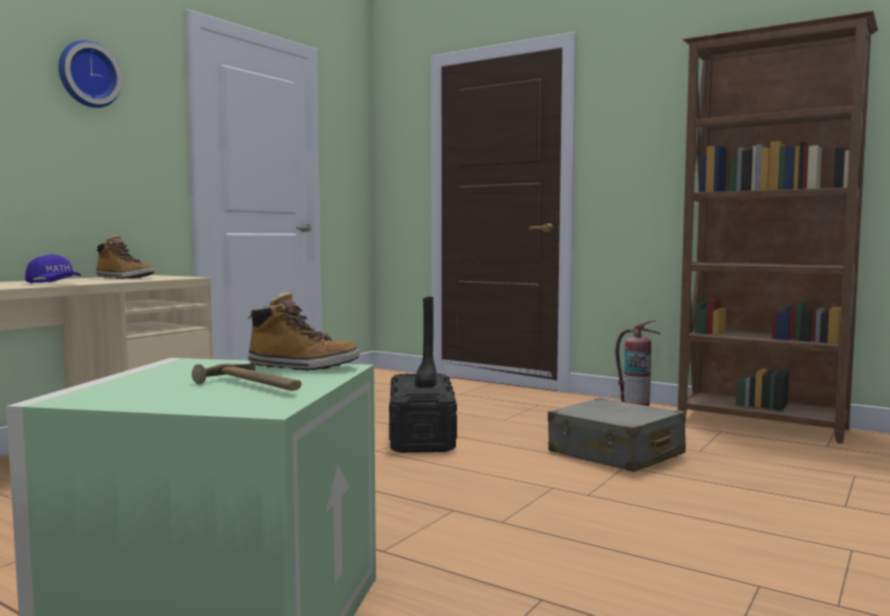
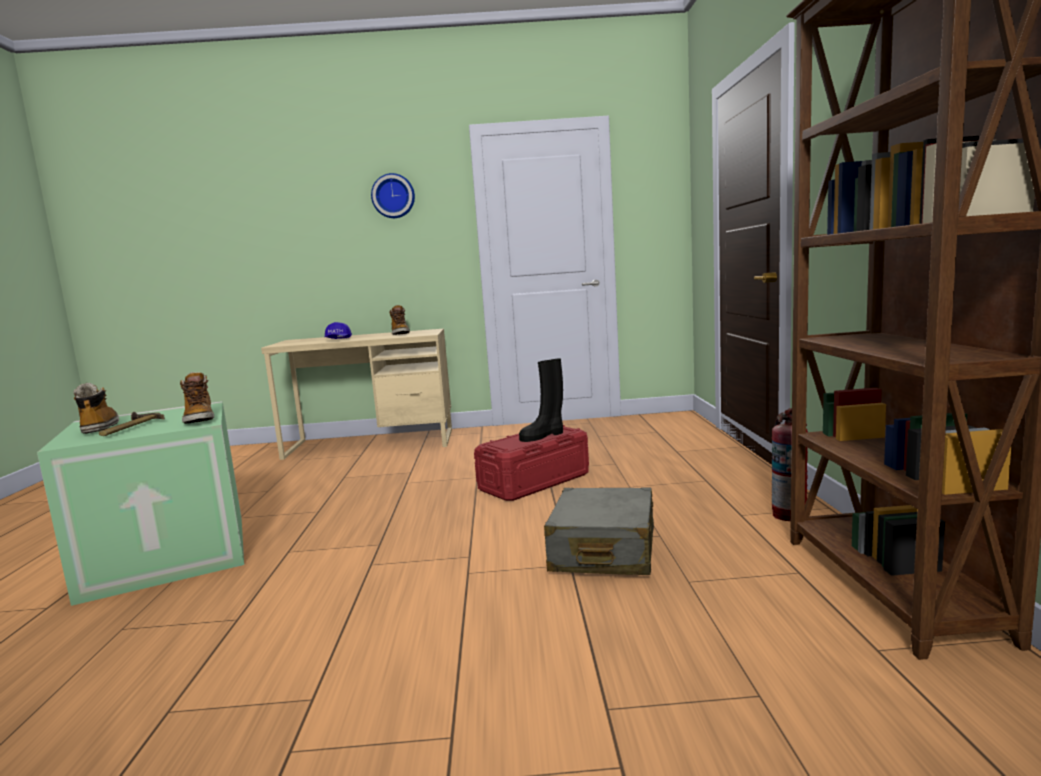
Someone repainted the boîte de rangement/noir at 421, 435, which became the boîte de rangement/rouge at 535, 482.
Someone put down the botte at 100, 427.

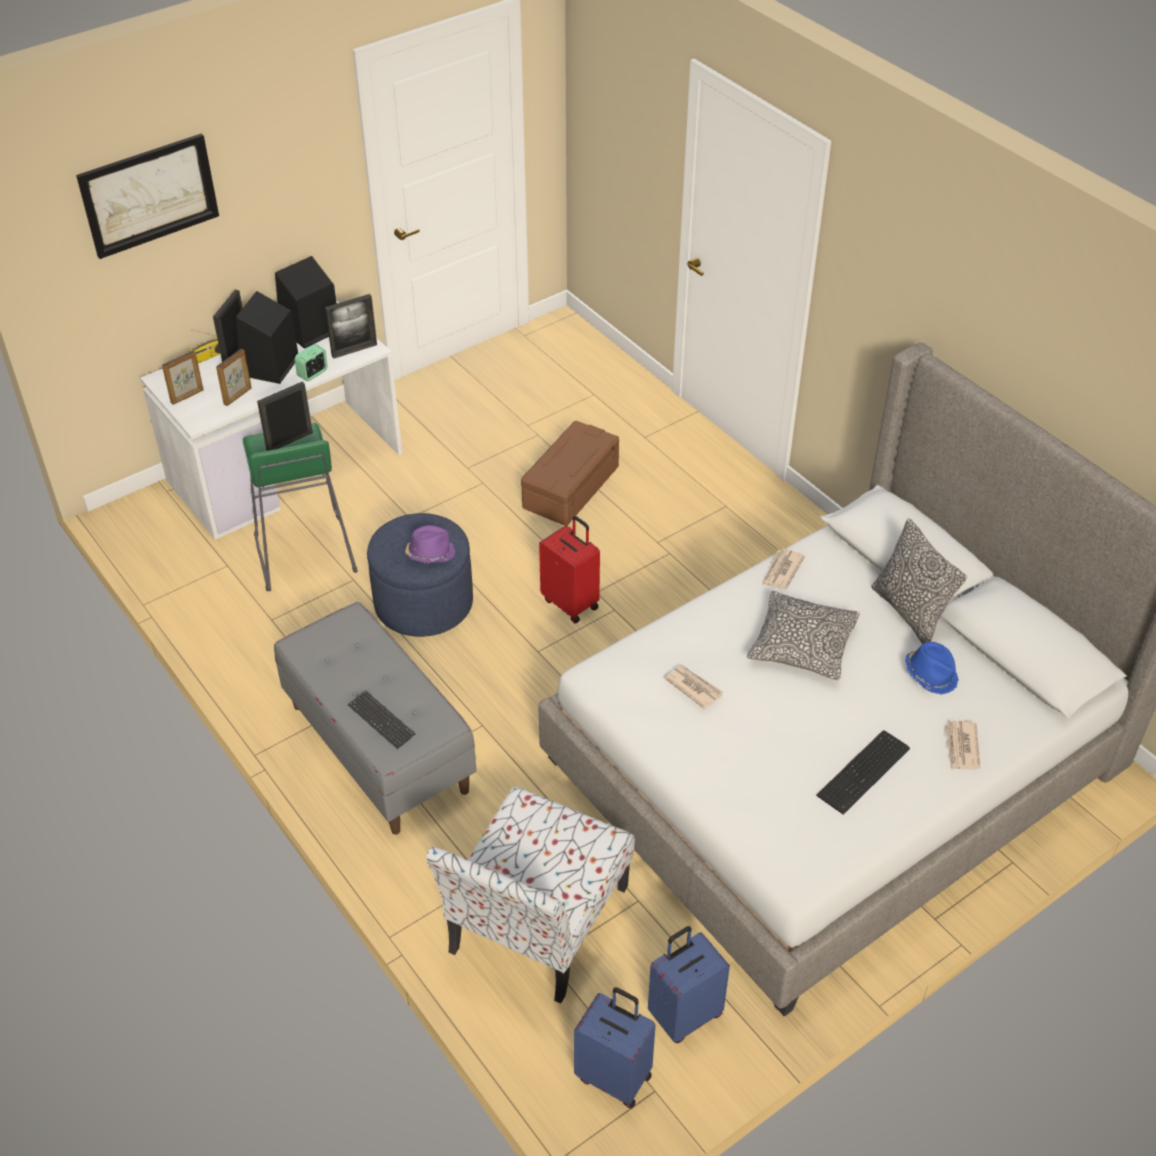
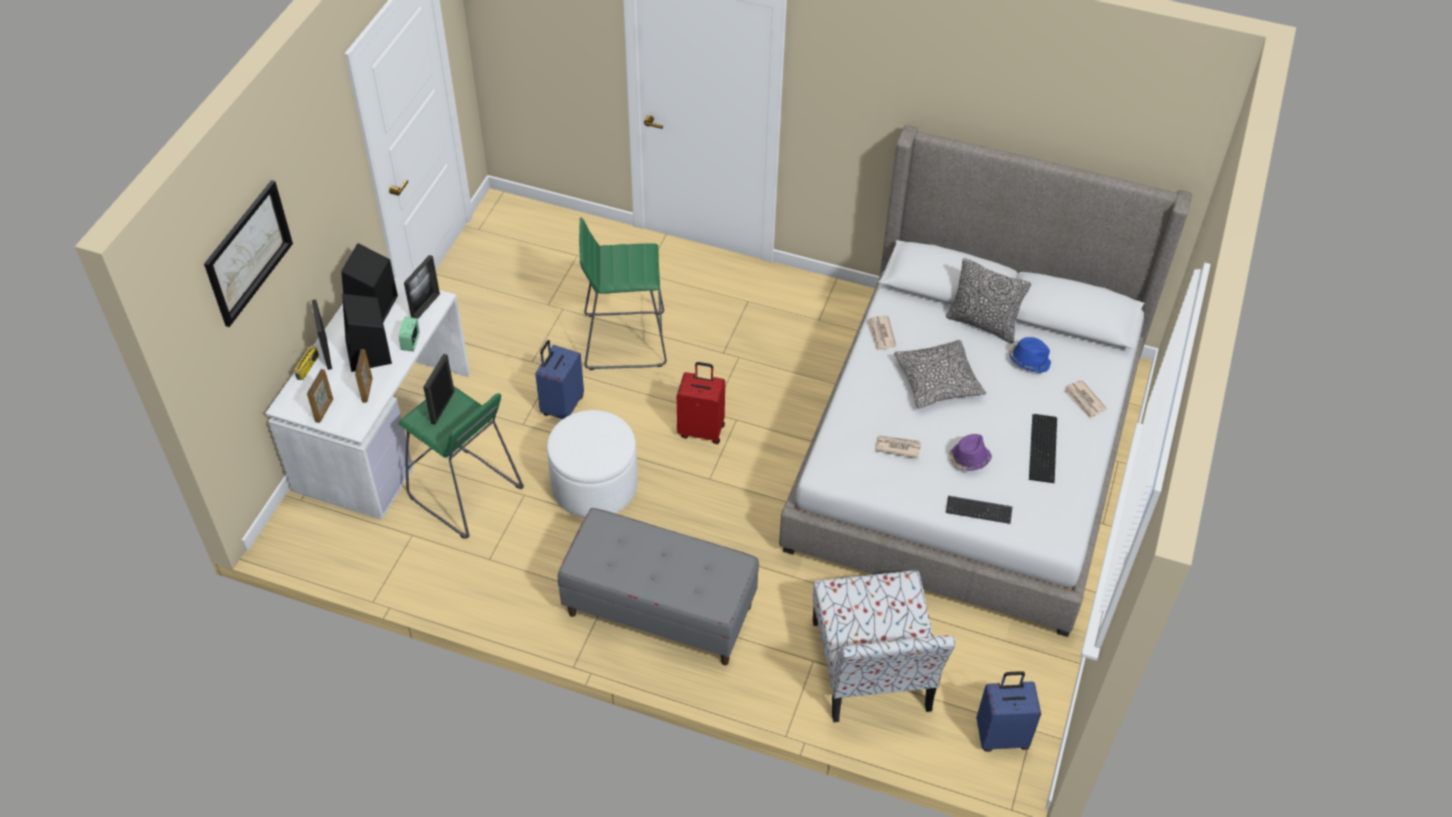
Someone swapped the boîte de rangement/marron at 570, 487 for the tabouret/vert at 623, 340.
Someone repainted the pouf/bleu at 423, 603, which became the pouf/blanc at 594, 485.
Someone carried the chapeau/violet from 430, 553 to 969, 459.
Someone carried the clavier from 381, 720 to 978, 510.
Someone carried the valise/bleu from 684, 1014 to 561, 406.

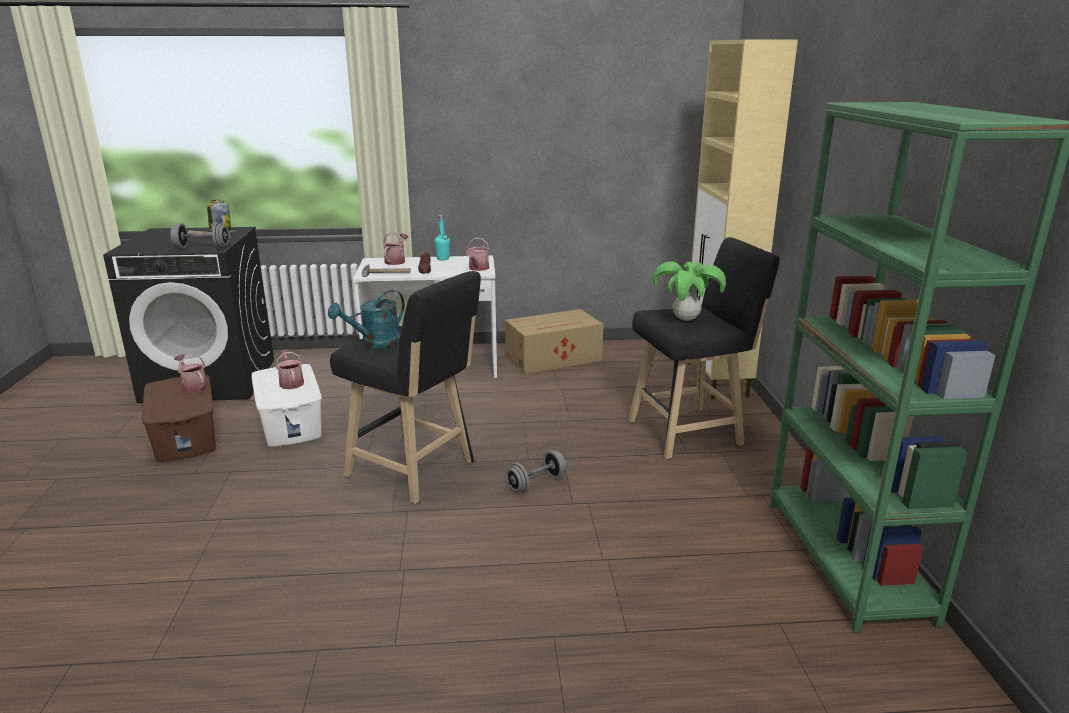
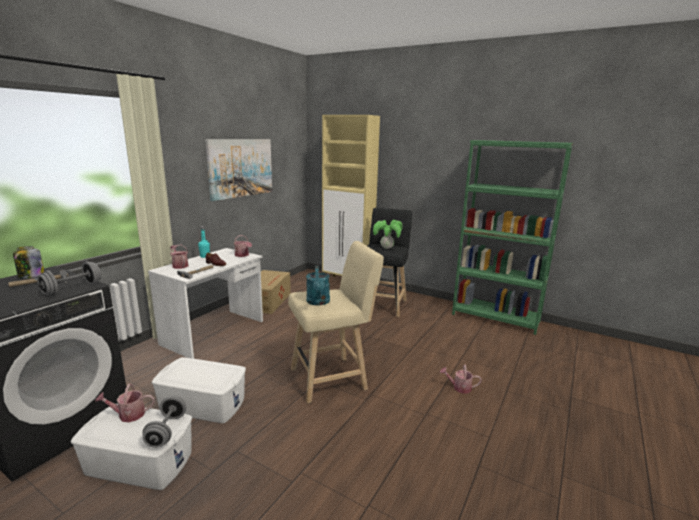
Someone repainted the tabouret/noir at 415, 471, which became the tabouret/beige at 332, 378.
Someone carried the arrosoir from 291, 382 to 459, 388.
Someone repainted the boîte de rangement/marron at 186, 436, which became the boîte de rangement/blanc at 140, 462.
Someone carried the haltère/gris from 536, 483 to 166, 431.
Someone put up the tableau at 241, 168.

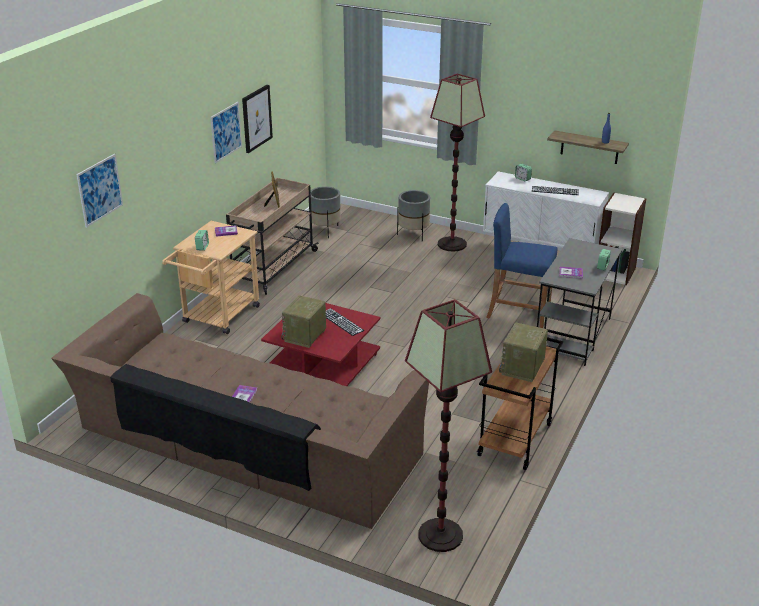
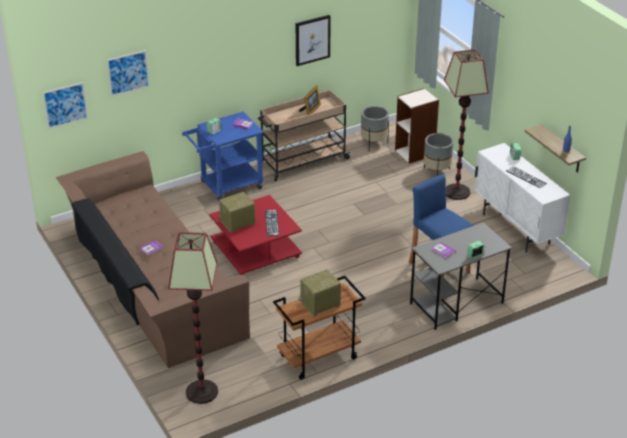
Someone carried the tableau from 226, 132 to 65, 105.
Someone carried the bibliothèque from 615, 272 to 415, 153.
Someone repainted the chariot/beige at 217, 317, which became the chariot/bleu at 226, 186.

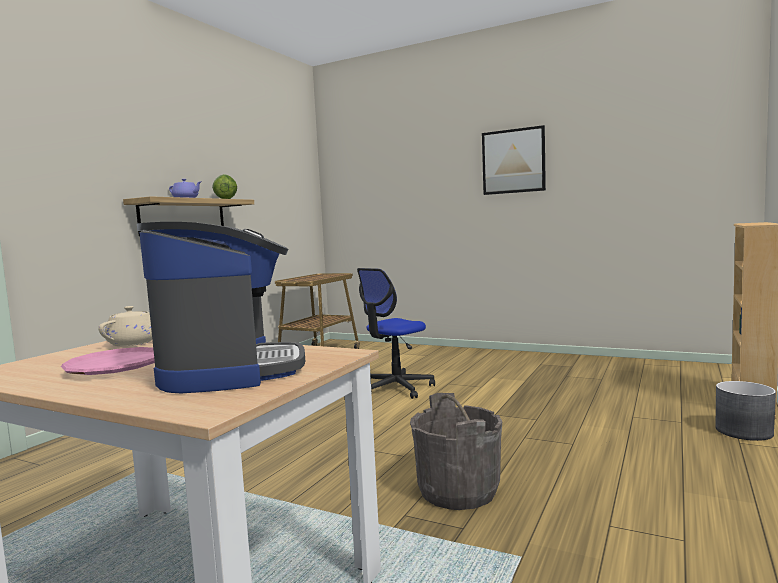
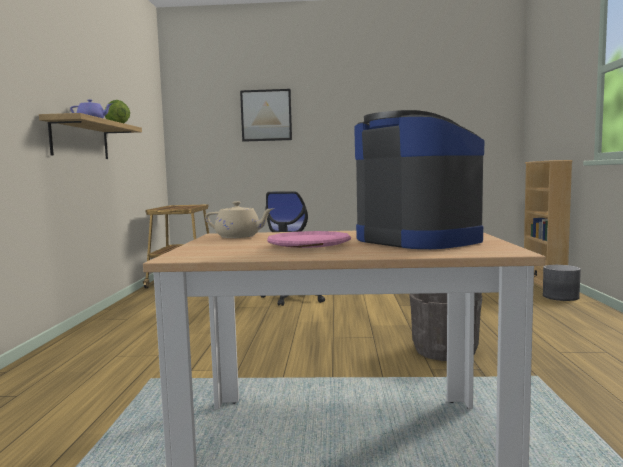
Someone carried the tableau from 513, 161 to 266, 115.
Someone rotated the théière/beige at 134, 343 by 105 degrees clockwise.

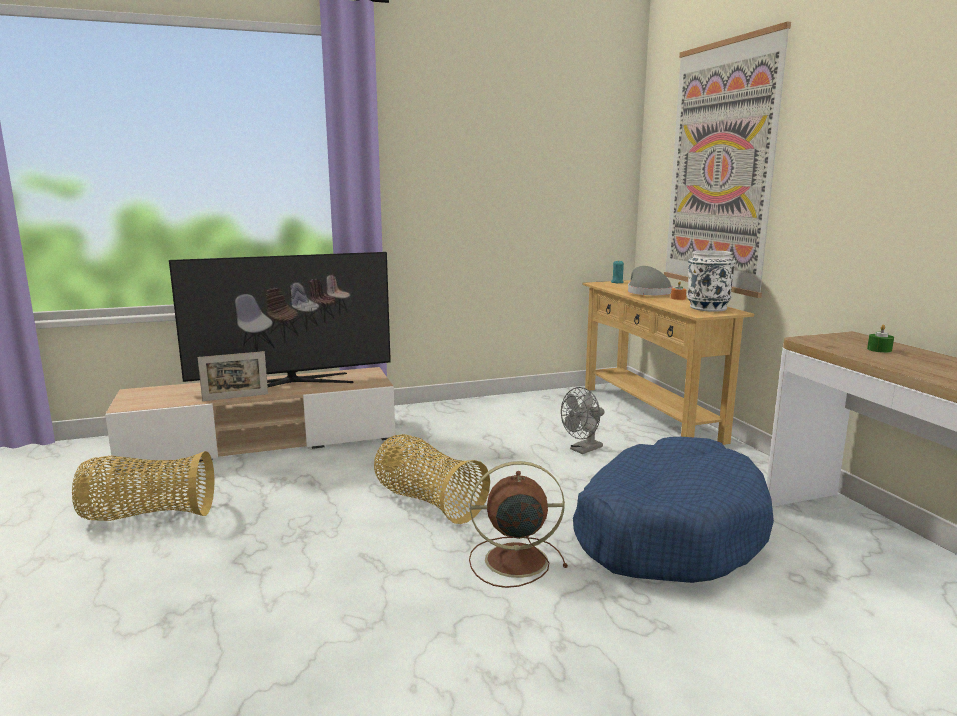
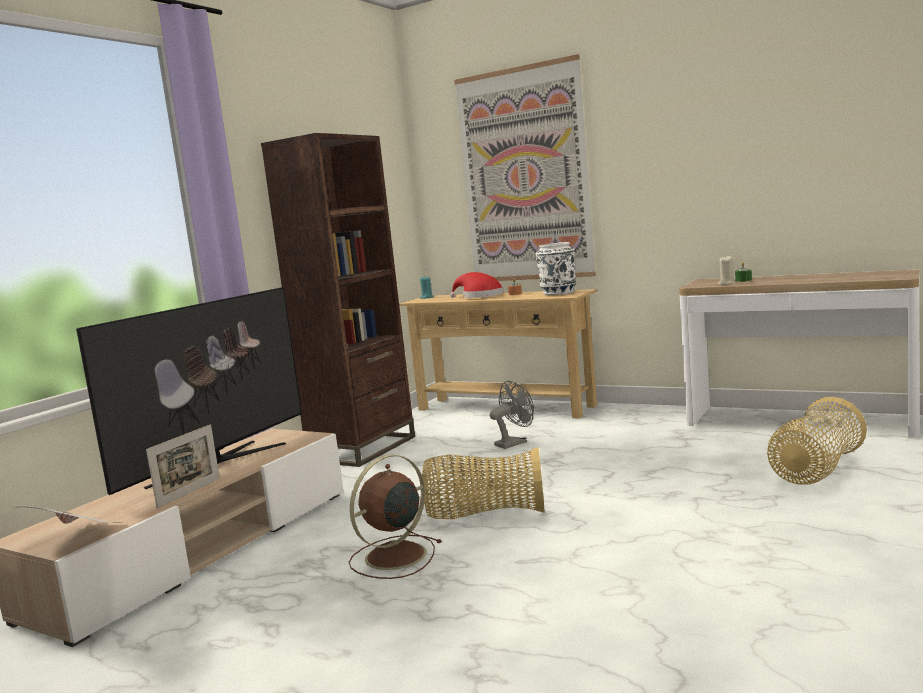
Someone repainted the chapeau/gris at 647, 293, which became the chapeau/rouge at 479, 296.
Someone rotated the ventilateur/gris at 583, 450 by 135 degrees counterclockwise.
Someone took away the panier pour chien/bleu at 667, 531.
Someone carried the panier from 147, 515 to 815, 471.
Someone carried the ventilateur/marron from 513, 560 to 393, 557.
Someone put down the bibliothèque/marron at 362, 449.
Someone put down the bougie/beige at 726, 284.
Someone put down the journal at 75, 538.

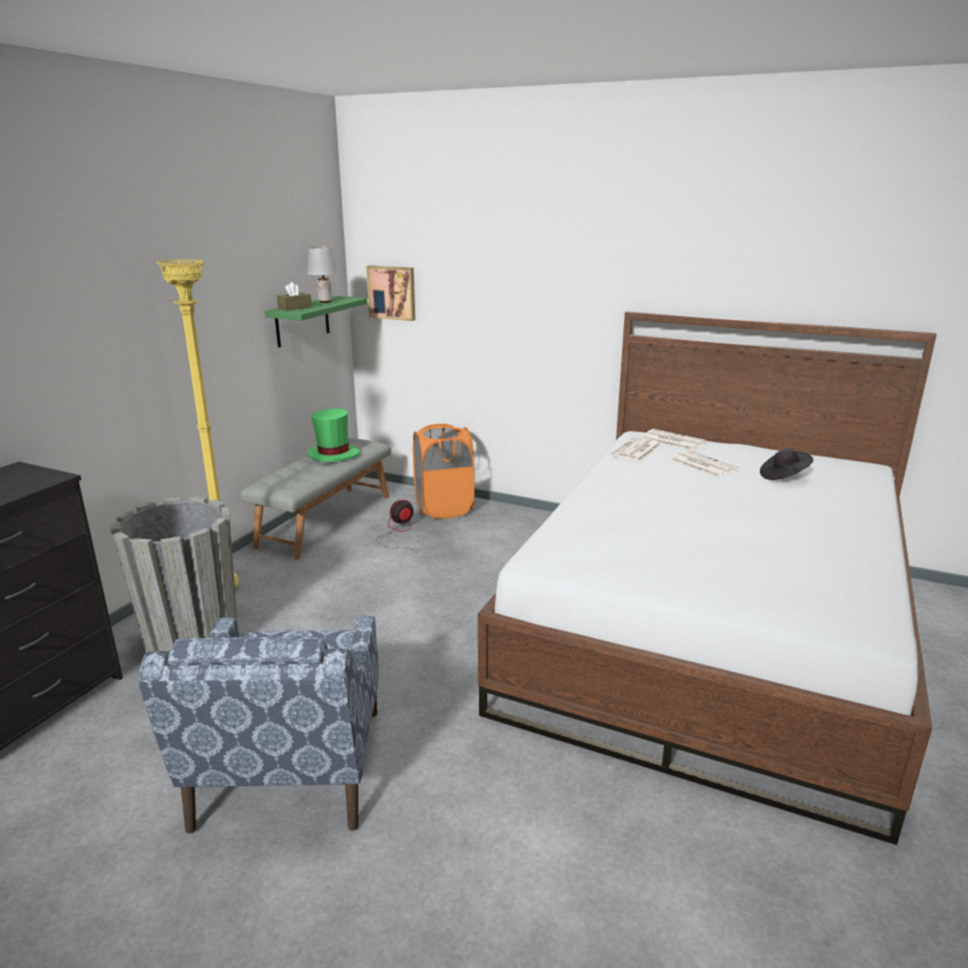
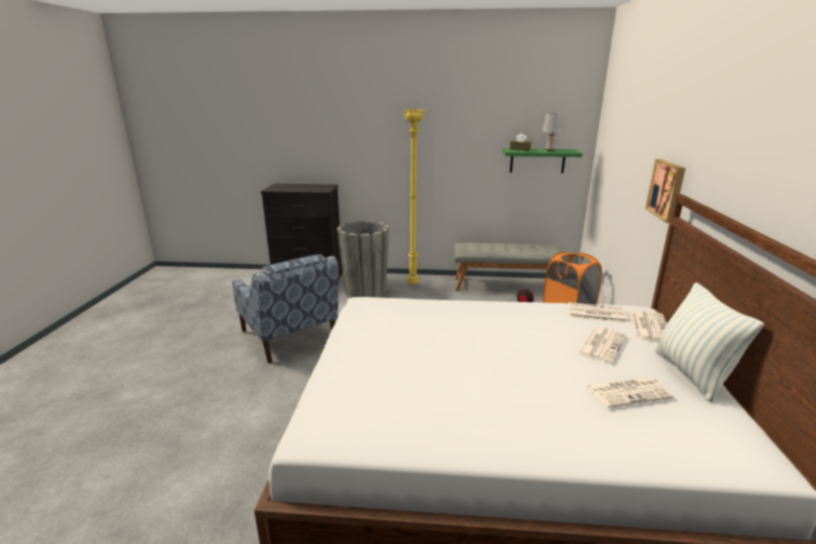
Someone carried the tableau from 392, 292 to 667, 190.
Someone took away the chapeau/vert at 333, 454.
Someone swapped the chapeau/noir at 783, 476 for the journal at 628, 392.
Someone rotated the fauteuil/bleu at 289, 771 by 105 degrees counterclockwise.
Someone put down the coussin at 691, 373.

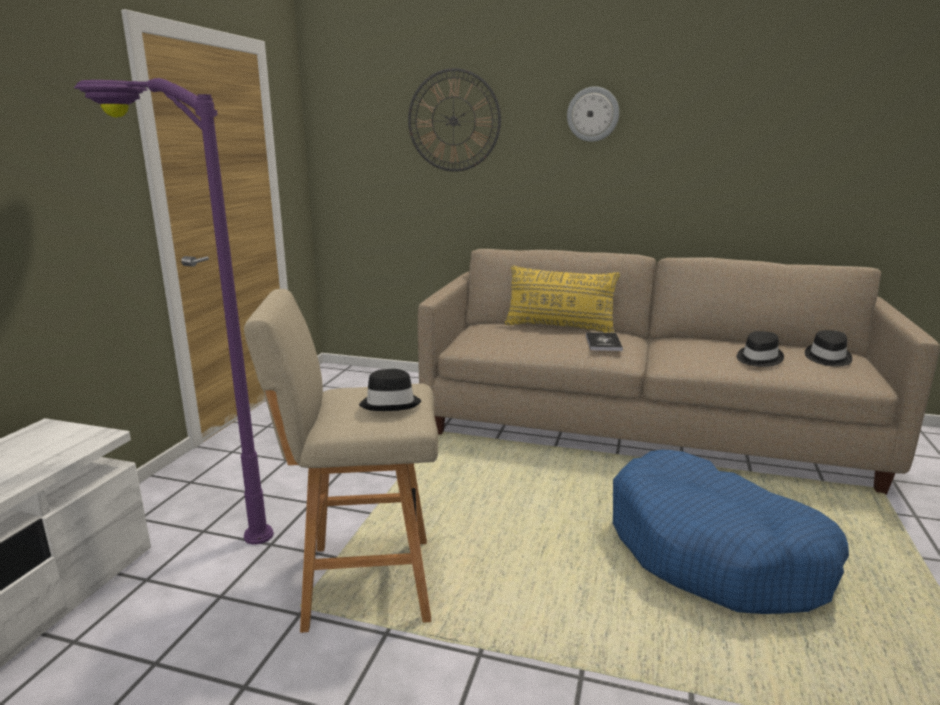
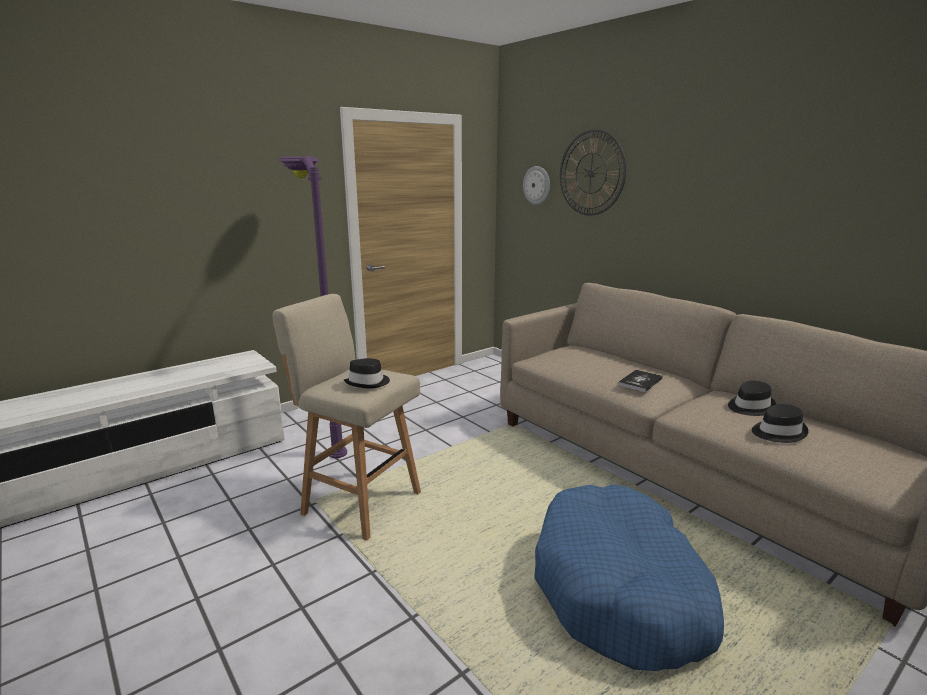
Someone carried the horloge murale from 593, 114 to 537, 185.
Someone took away the coussin/jaune at 559, 328.
Someone carried the chapeau/noir from 827, 358 to 749, 406.

